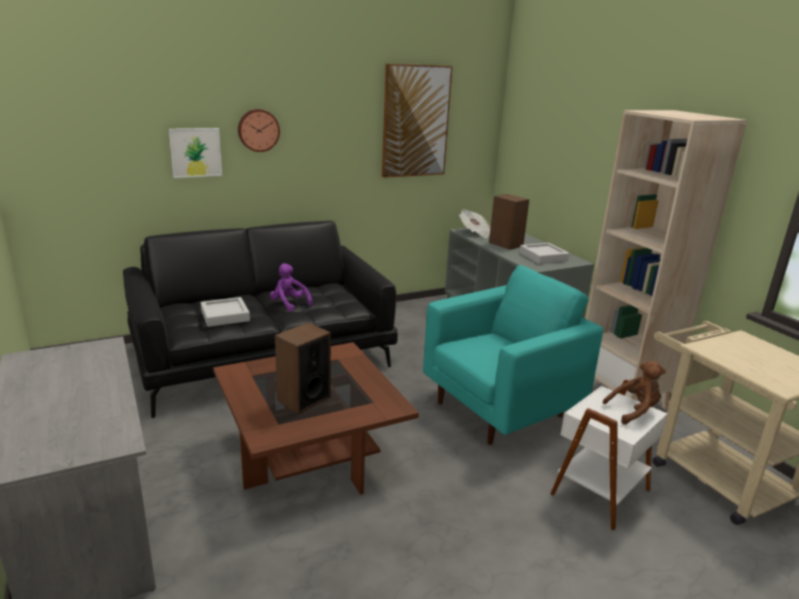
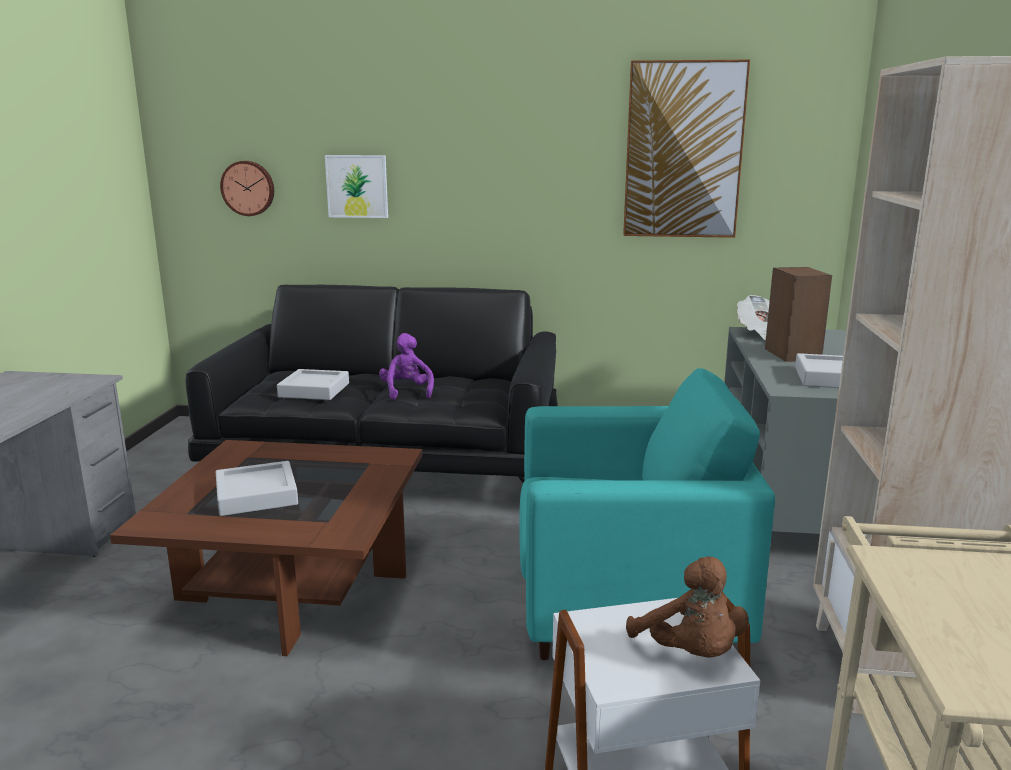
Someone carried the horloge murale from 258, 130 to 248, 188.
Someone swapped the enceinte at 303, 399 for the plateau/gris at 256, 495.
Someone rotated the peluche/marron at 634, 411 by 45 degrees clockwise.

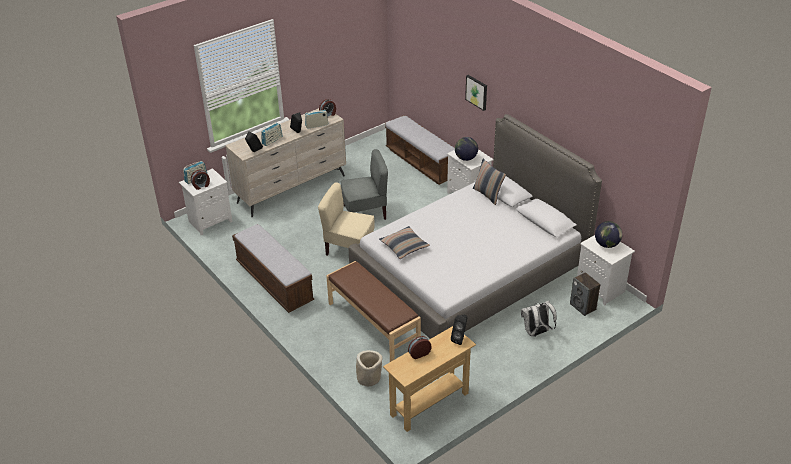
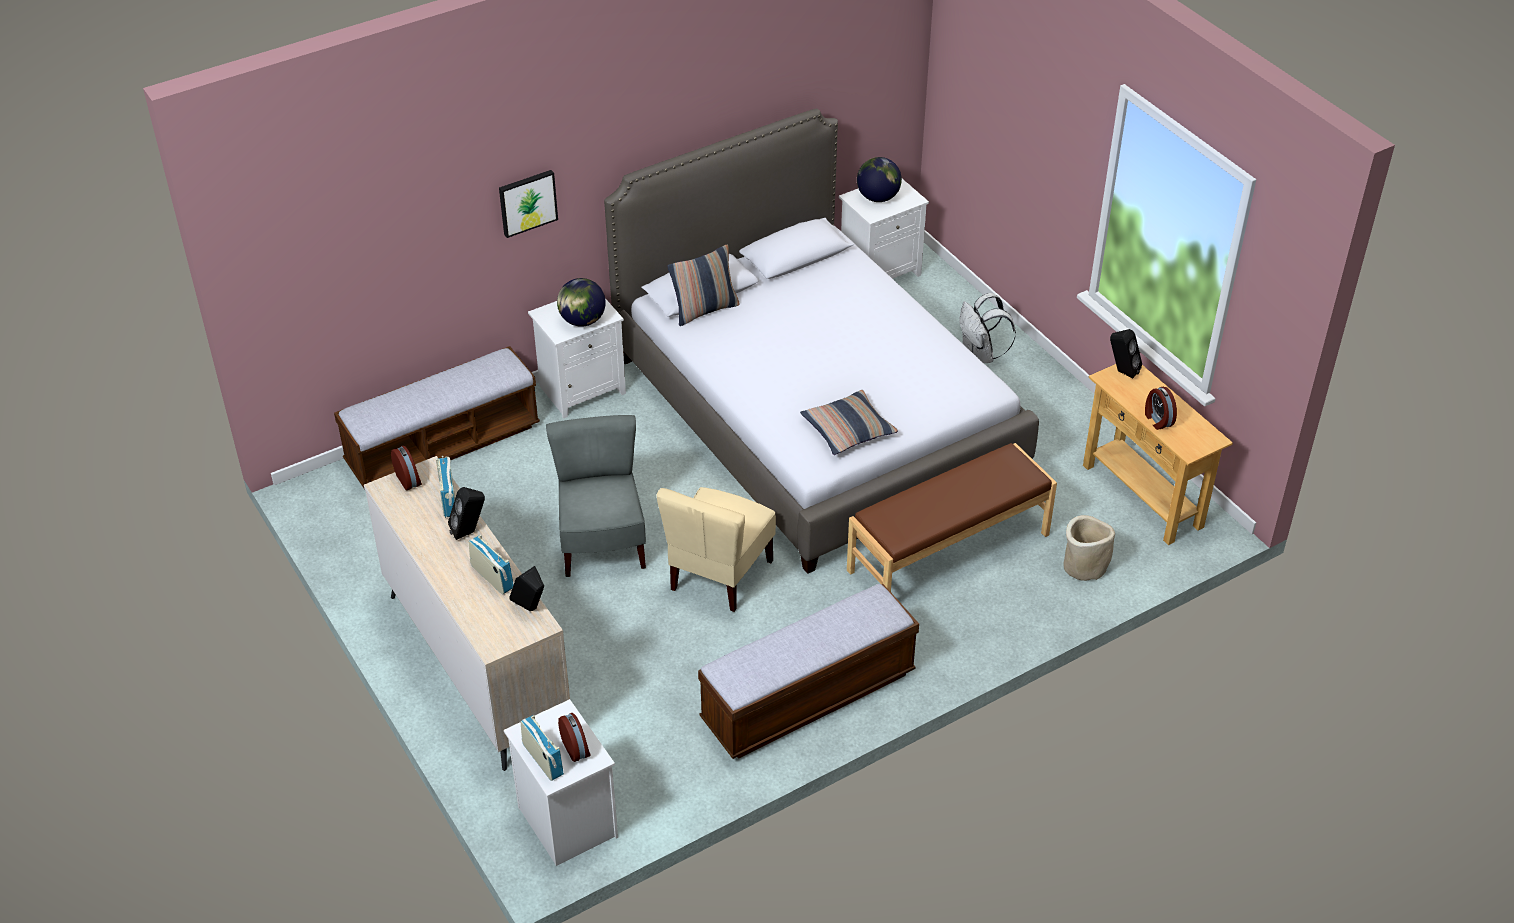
Someone took away the enceinte at 583, 306.

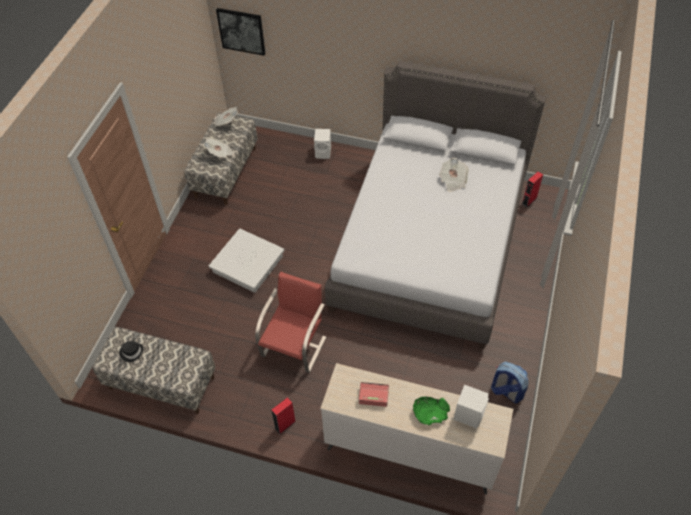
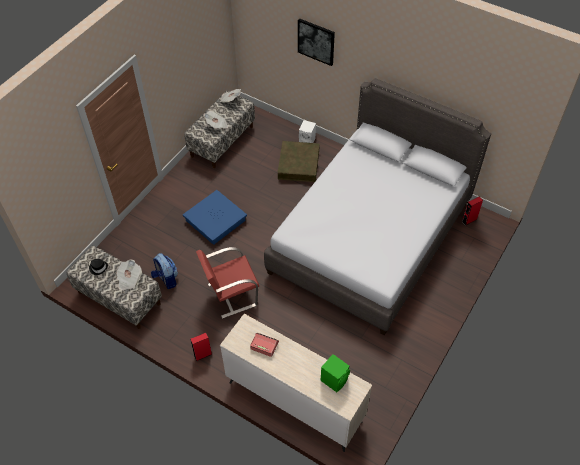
Someone carried the tableau from 241, 31 to 316, 41.
Someone carried the journal from 453, 181 to 129, 279.
Someone repainted the boîte de rangement/blanc at 248, 264, which became the boîte de rangement/bleu at 215, 220.
Someone rotated the chaise/rouge at 295, 346 by 150 degrees counterclockwise.
Someone carried the sac à dos from 506, 391 to 166, 279.
Someone repainted the enceinte/blanc at 469, 414, which became the enceinte/vert at 335, 379.
Someone took away the bol/vert at 430, 413.
Someone put down the boîte de rangement/marron at 298, 164.

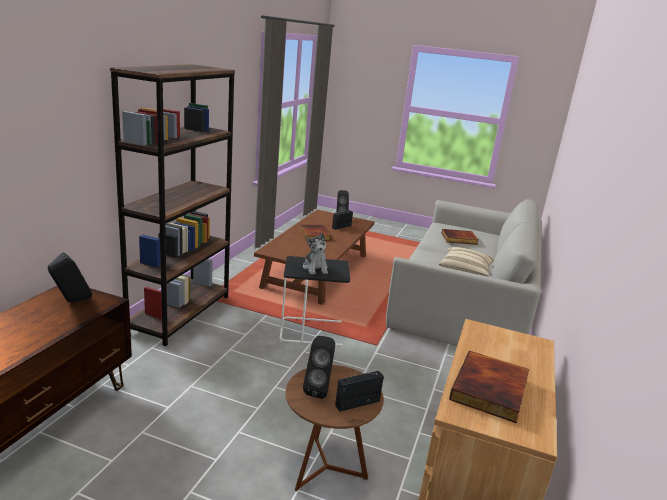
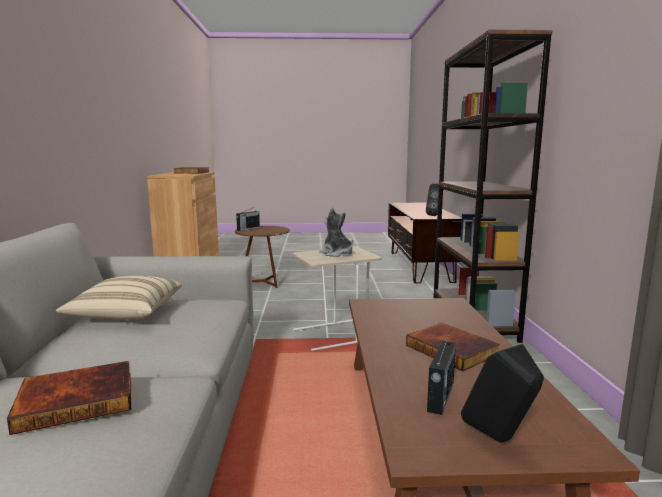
Someone repainted the table d'appoint/noir at 312, 331, which became the table d'appoint/beige at 335, 335.
Someone took away the enceinte/noir at 319, 389.

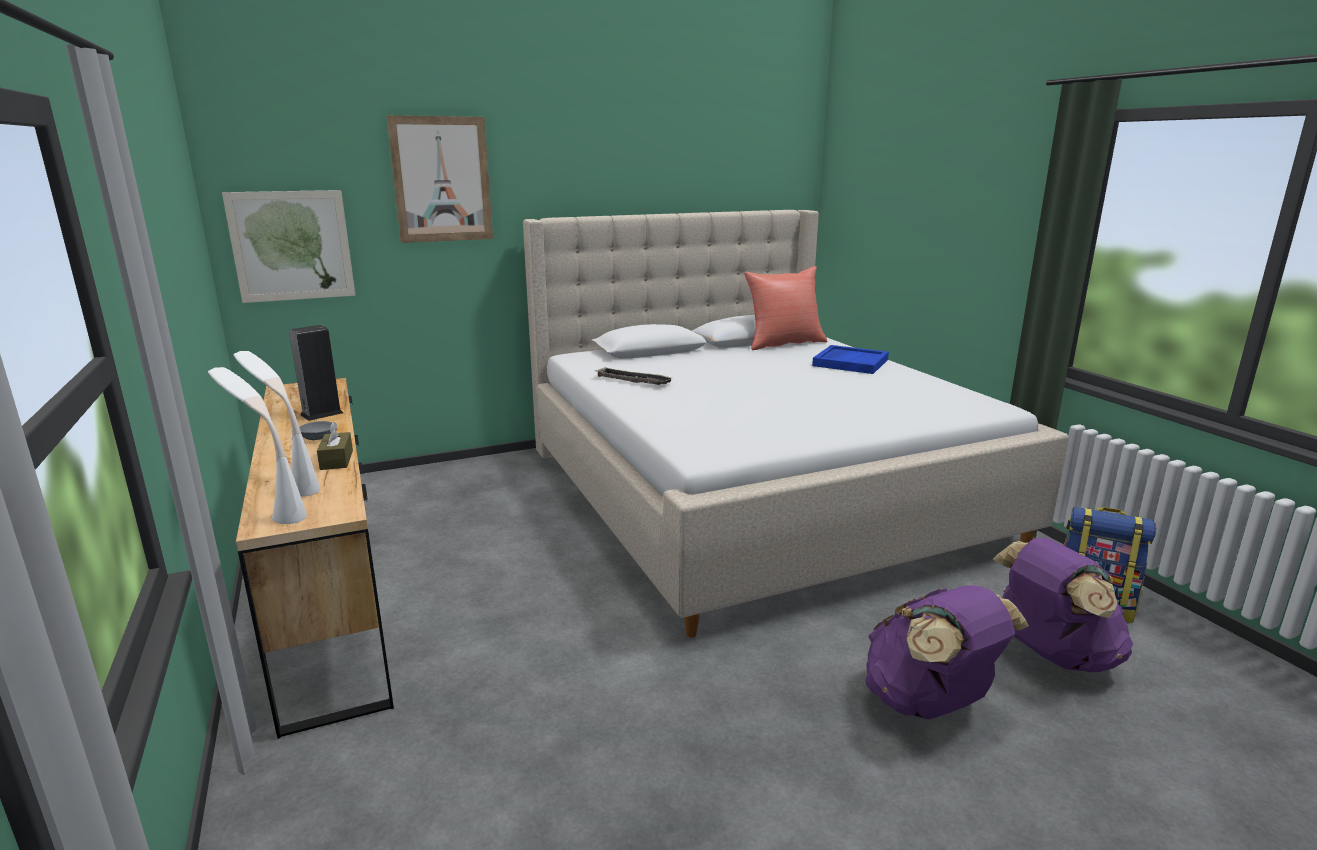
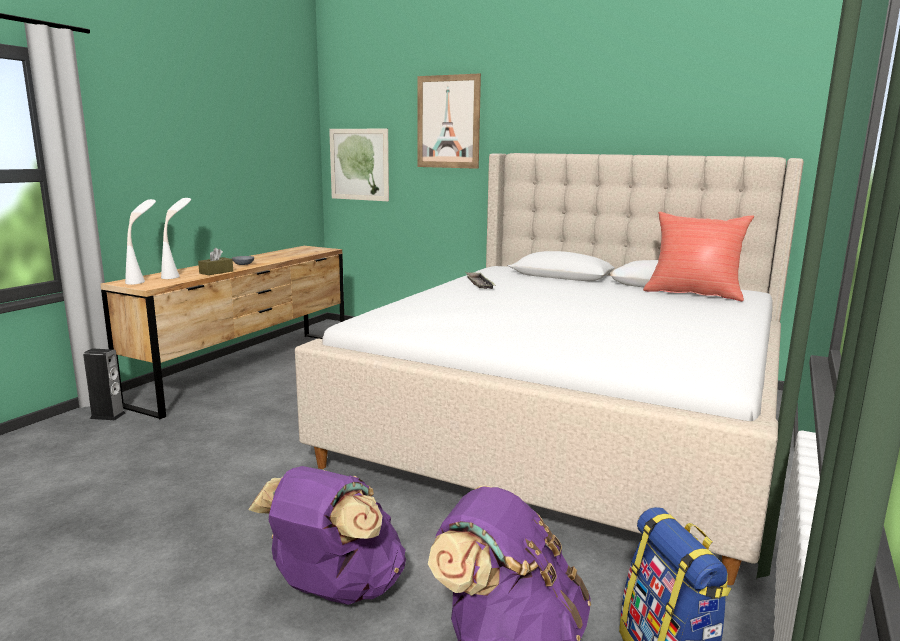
Someone carried the enceinte from 321, 414 to 108, 416.
Someone took away the plateau/bleu at 850, 362.

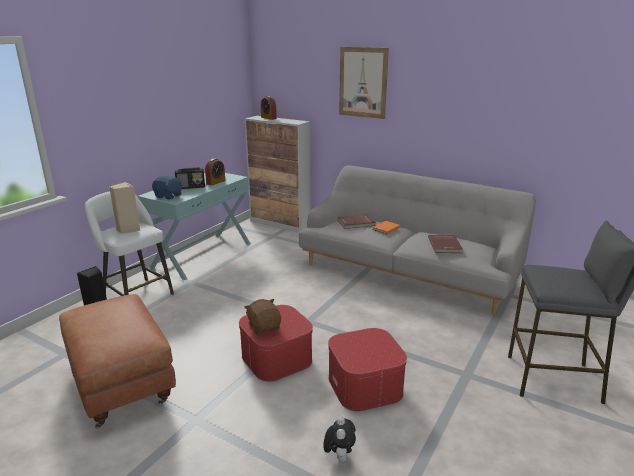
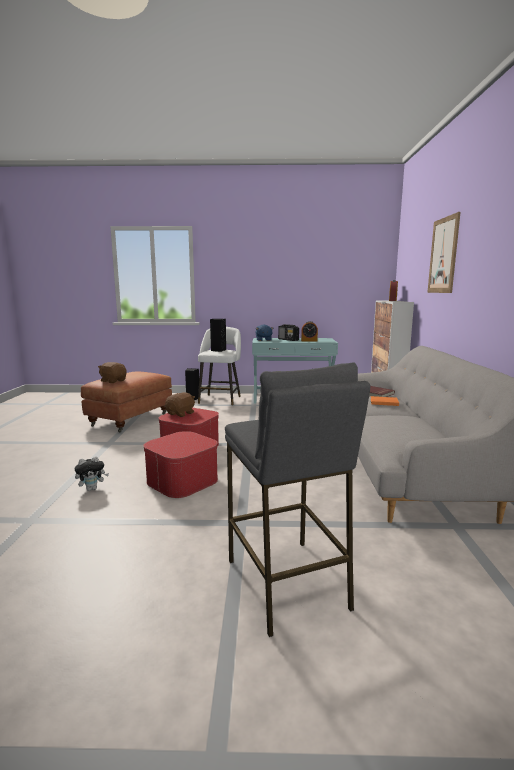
Someone repainted the enceinte/beige at 127, 230, which became the enceinte/noir at 218, 350.
Someone took away the livre/rouge at 445, 245.
Someone put down the peluche/marron at 113, 381.

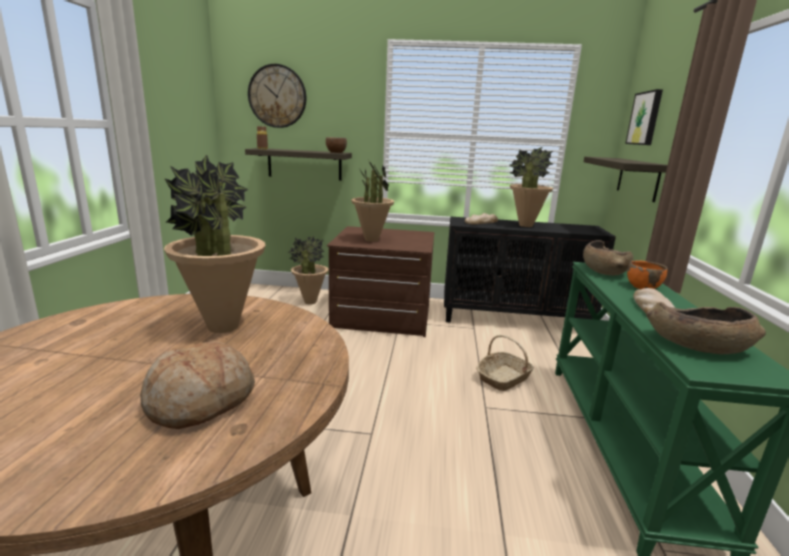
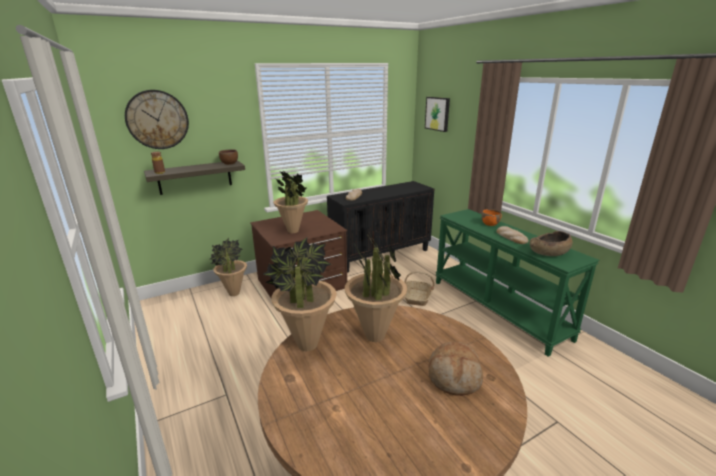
Someone carried the plante en pot from 525, 225 to 307, 345.
Someone took away the étagère at 638, 178.
Someone took away the bol/marron at 603, 270.

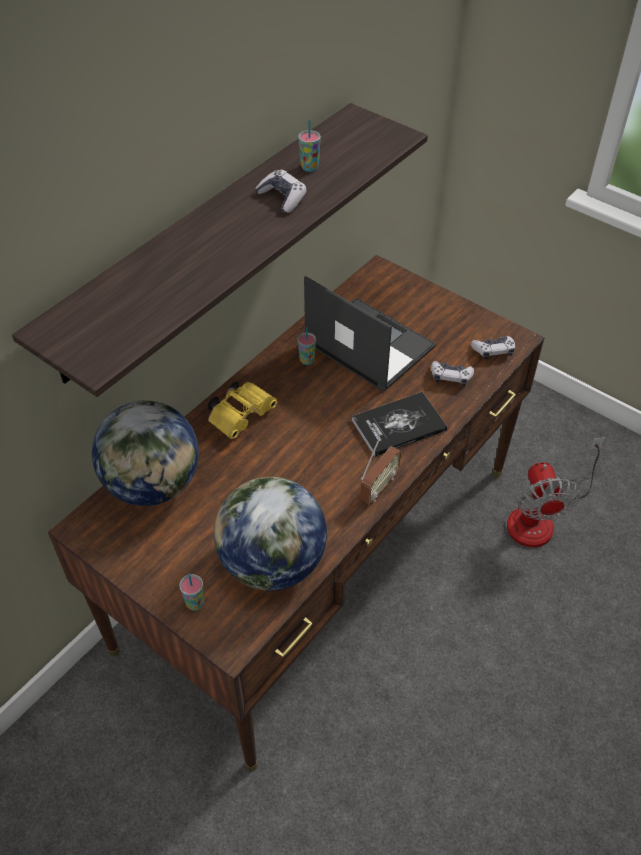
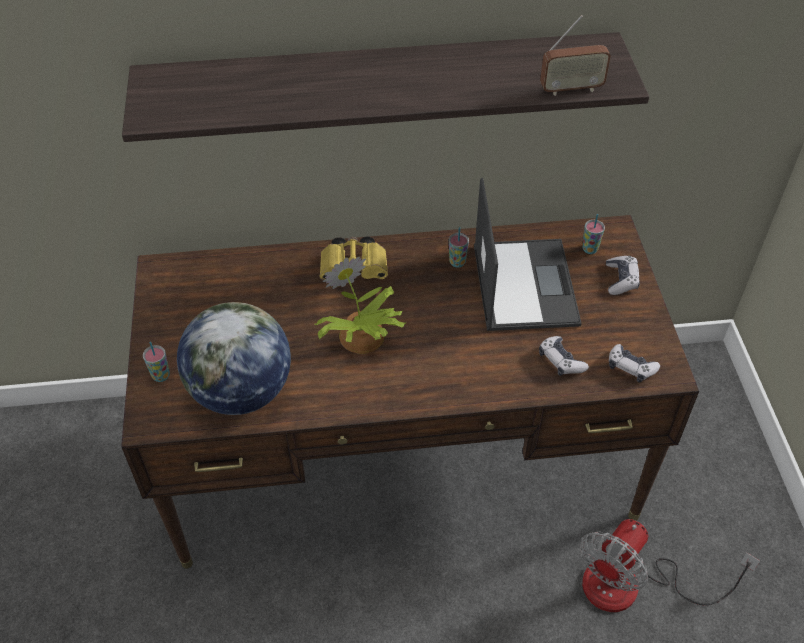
Someone carried the tasse from 309, 167 to 590, 249.
Someone carried the manette from 282, 198 to 621, 280.
Someone took away the livre at 399, 425.
Someone took away the globe at 154, 484.
Someone carried the radio from 379, 487 to 571, 89.
Someone put down the plante en pot at 361, 338.

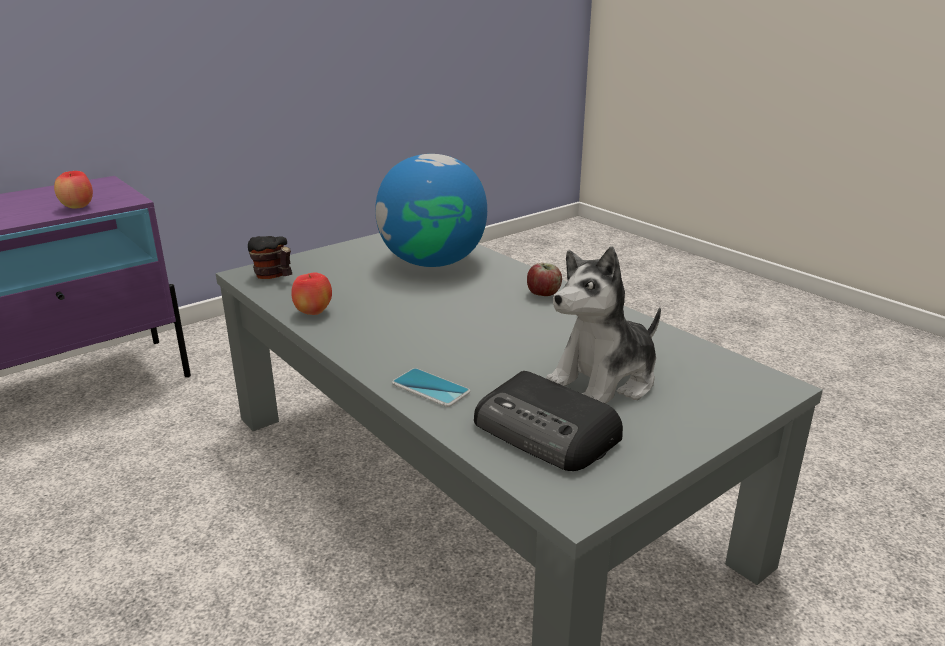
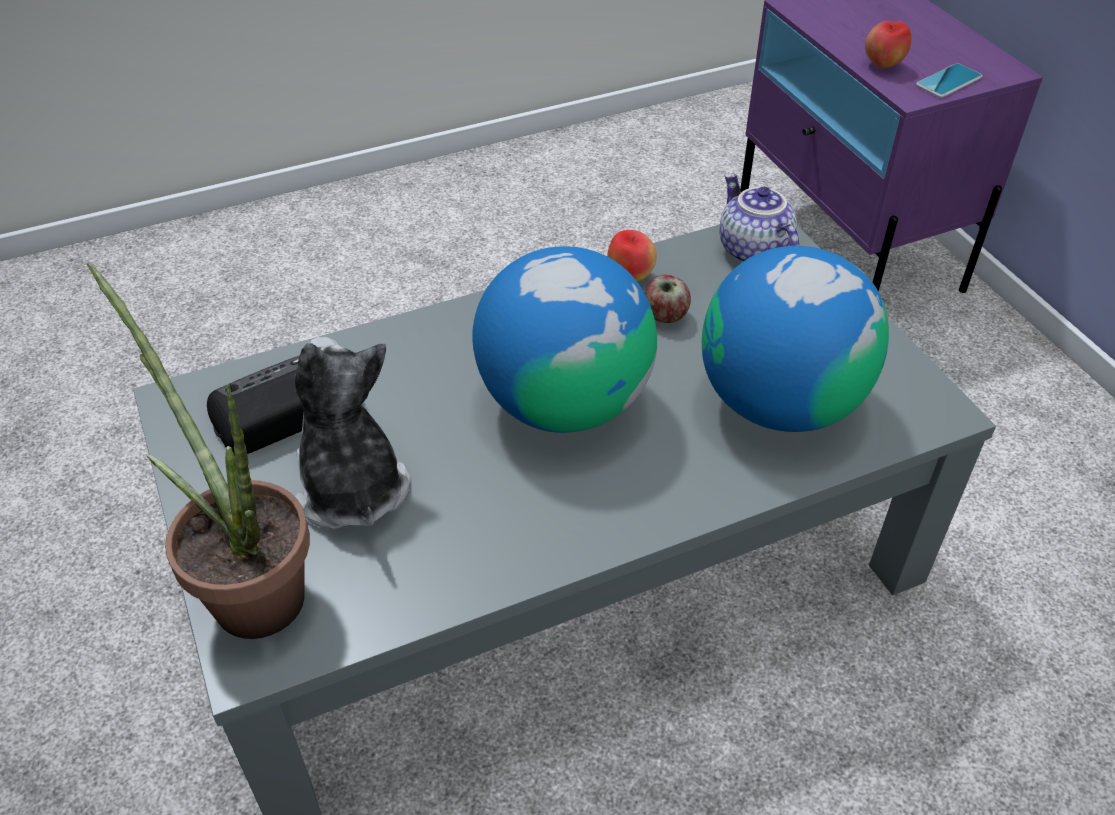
Someone swapped the mug at 274, 277 for the théière at 751, 250.
Someone carried the pomme from 544, 294 to 665, 316.
Someone carried the téléphone from 430, 388 to 948, 81.
Someone put down the globe at 563, 403.
Someone put down the plante en pot at 249, 587.

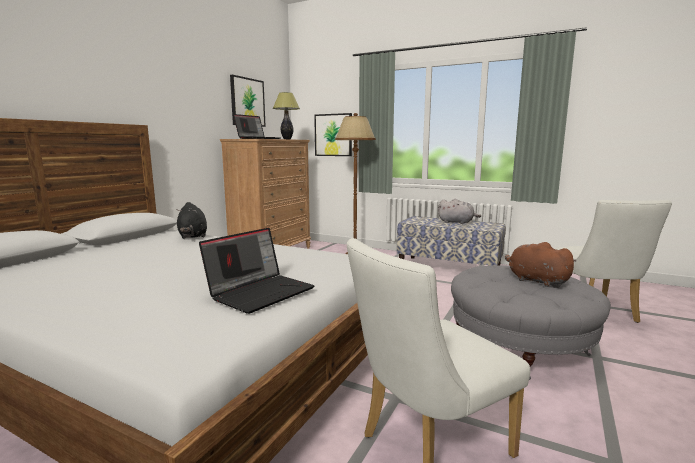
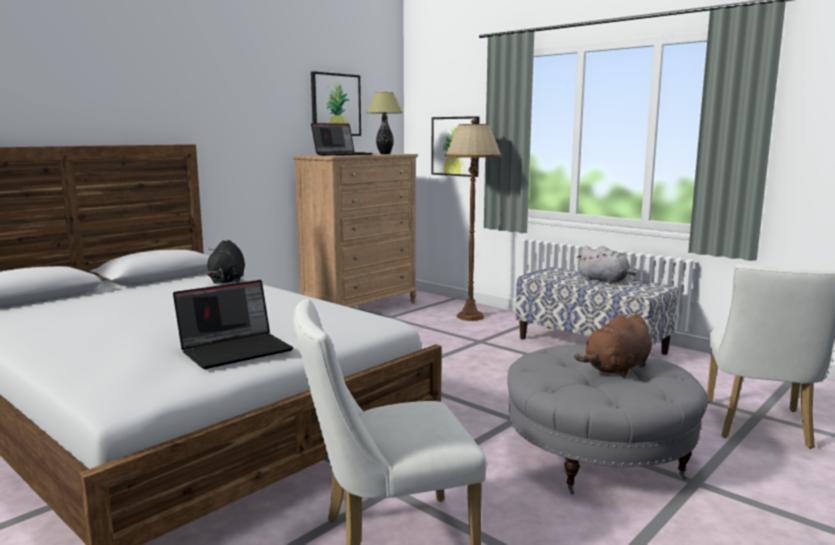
Someone rotated the peluche/marron at 535, 280 by 105 degrees counterclockwise.

